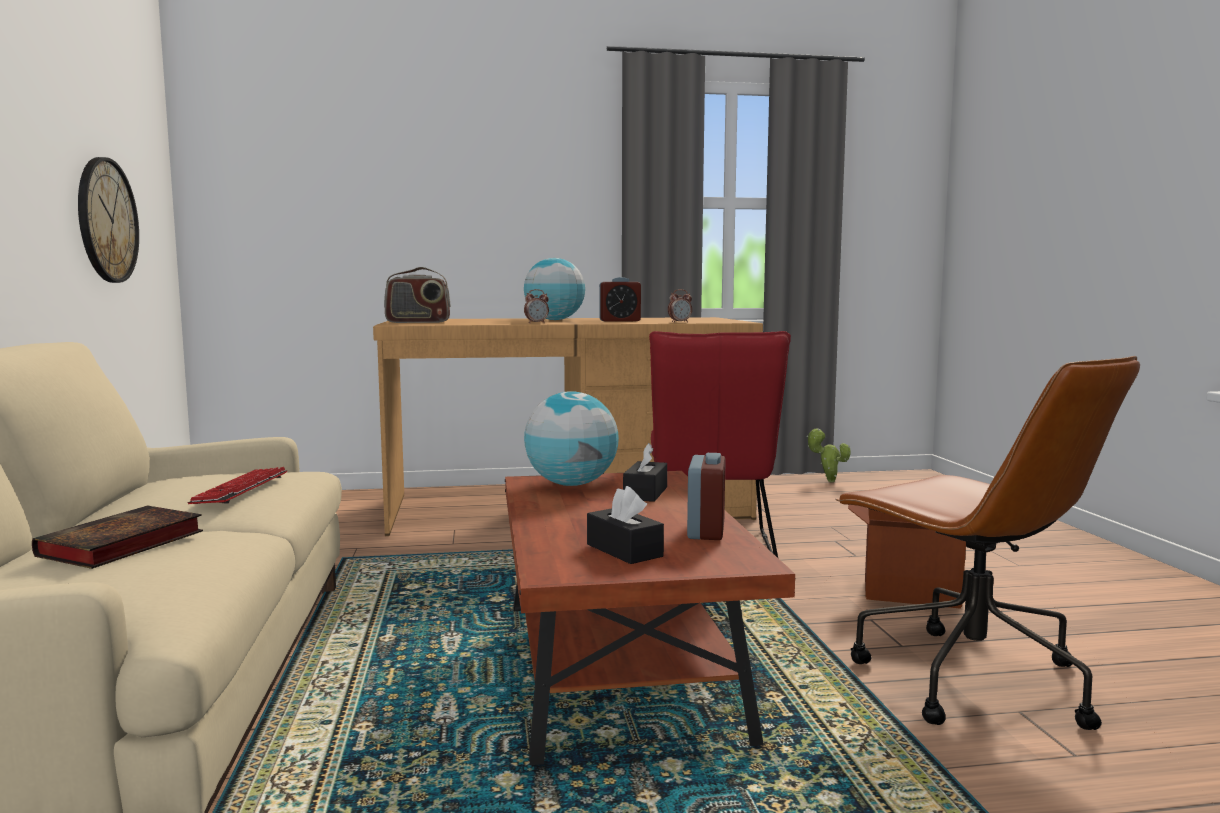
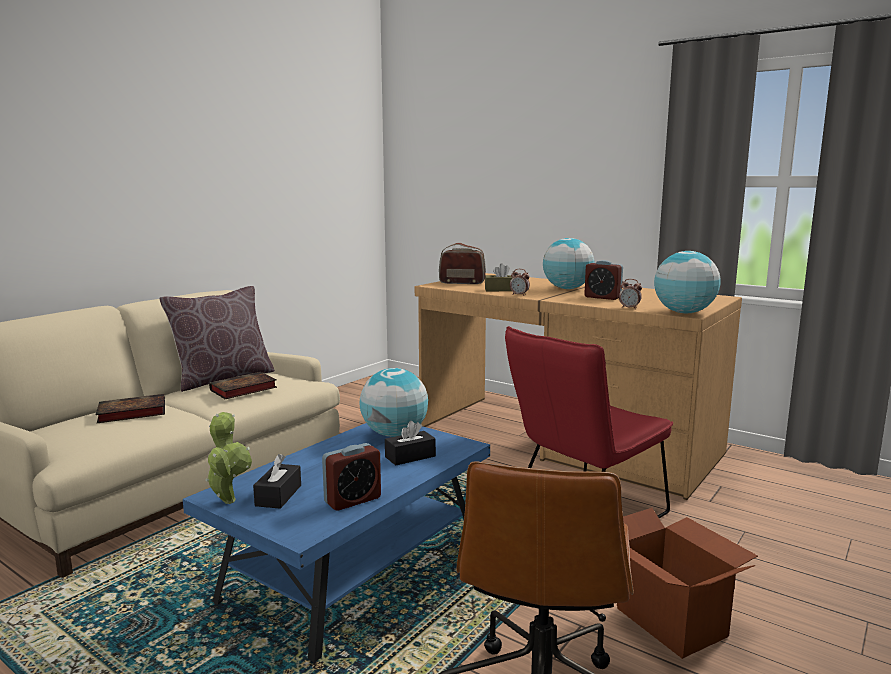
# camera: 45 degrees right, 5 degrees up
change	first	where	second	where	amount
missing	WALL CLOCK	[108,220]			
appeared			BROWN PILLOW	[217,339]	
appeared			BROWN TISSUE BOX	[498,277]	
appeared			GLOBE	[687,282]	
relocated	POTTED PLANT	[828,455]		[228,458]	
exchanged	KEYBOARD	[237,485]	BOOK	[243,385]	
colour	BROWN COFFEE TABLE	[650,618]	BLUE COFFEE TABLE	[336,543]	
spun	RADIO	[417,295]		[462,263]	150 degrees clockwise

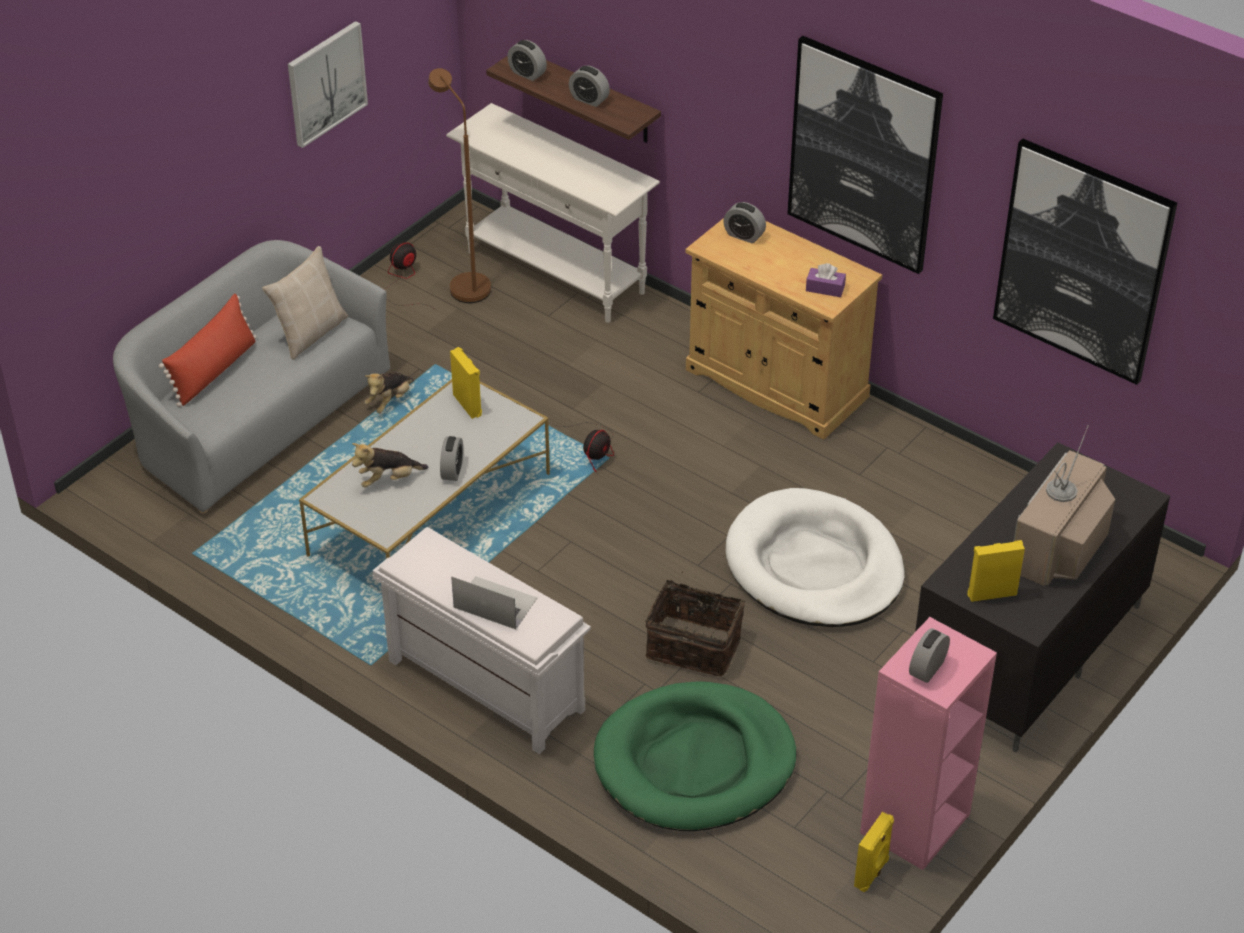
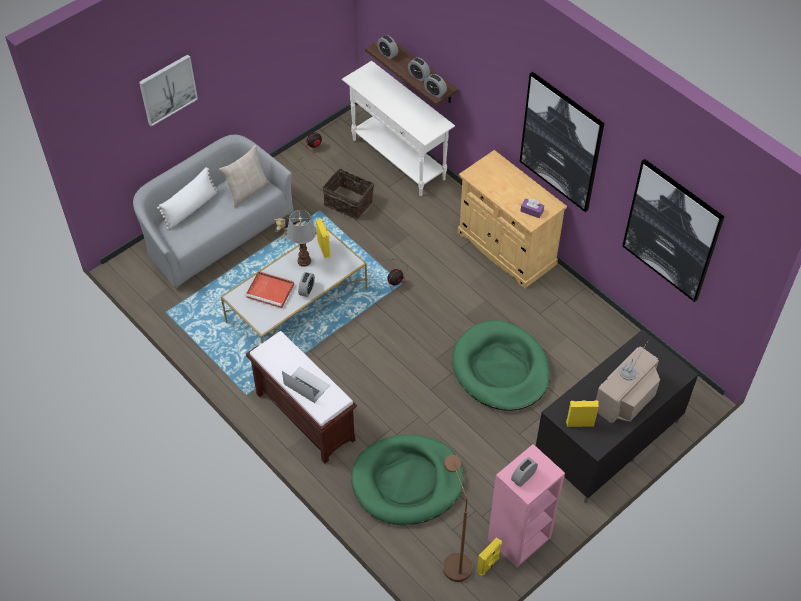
# camera: 10 degrees right, 10 degrees up
change	first	where	second	where	amount
appeared			TABLE LAMP	[301,238]	
relocated	PICTURE	[328,84]		[168,91]	
relocated	BROWN FLOOR LAMP	[459,185]		[457,518]	
relocated	BASKET	[695,623]		[348,192]	
relocated	ALARM CLOCK	[744,222]		[435,86]	
exchanged	PLUSH TOY	[390,465]	RED TRAY	[270,289]	
colour	RED PILLOW	[208,350]	WHITE PILLOW	[187,198]	
colour	WHITE BENCH	[482,640]	BROWN BENCH	[301,397]	
colour	WHITE DOG BED	[815,557]	GREEN DOG BED	[501,365]	

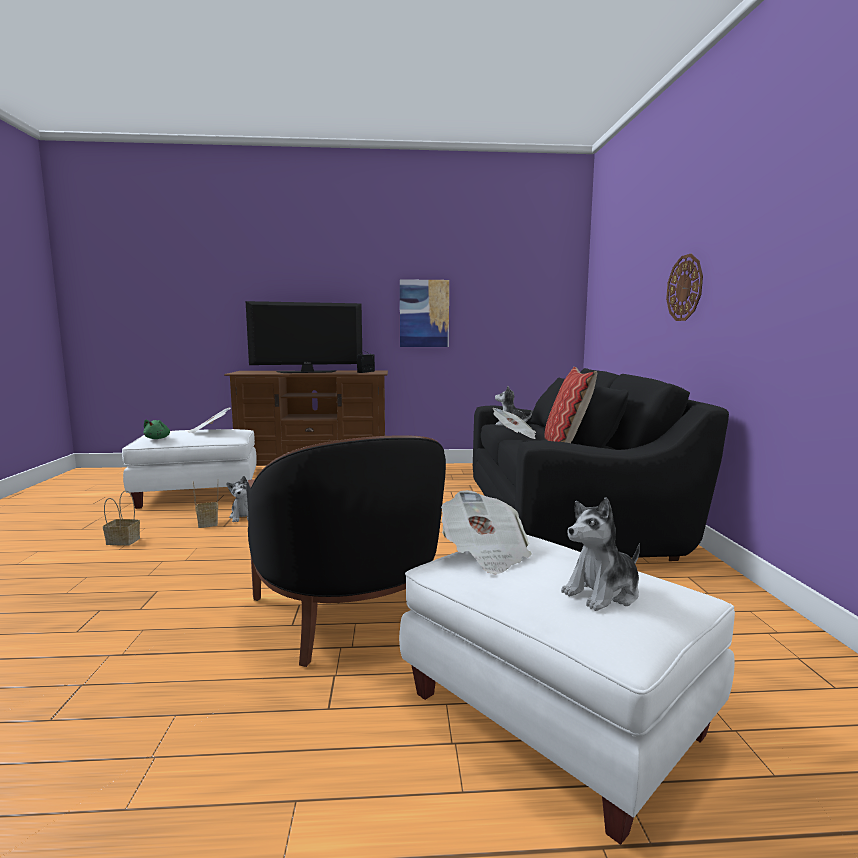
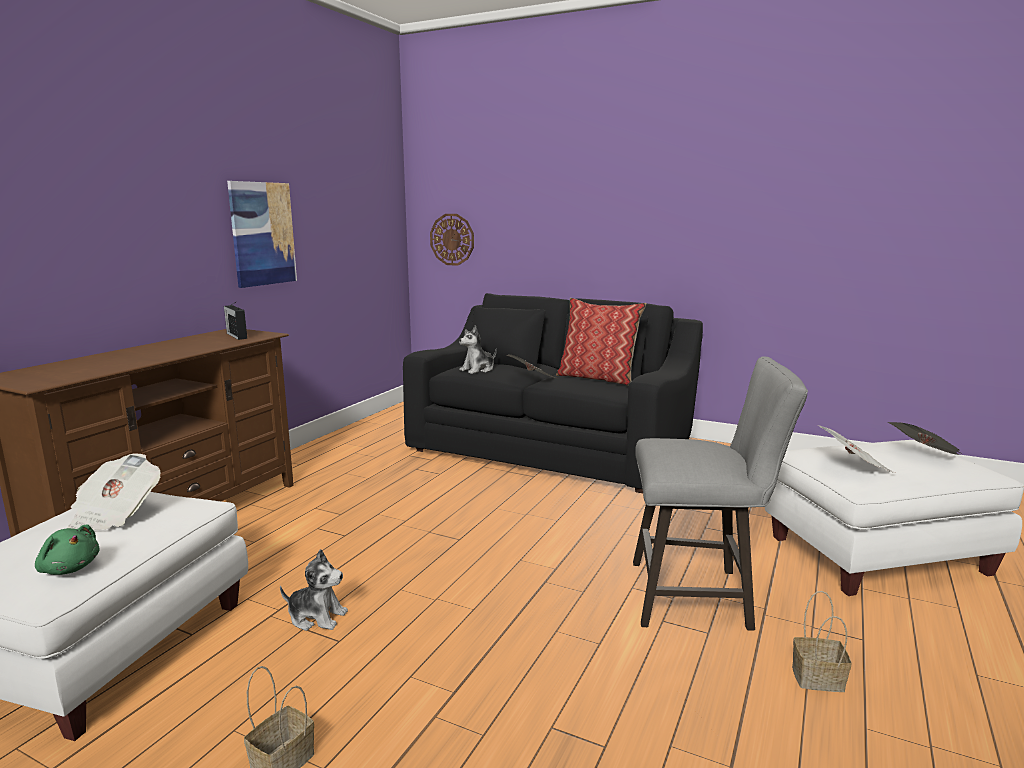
# camera: 60 degrees left, 5 degrees up
change	first	where	second	where	amount
missing	TELEVISION	[304,337]			
relocated	BASKET	[205,504]		[822,641]	
relocated	WALL CLOCK	[684,287]		[452,240]	
exchanged	BLACK ARMCHAIR	[346,551]	GREY STOOL	[720,494]	
exchanged	PLUSH TOY	[600,554]	NEWSPAPER	[924,438]	

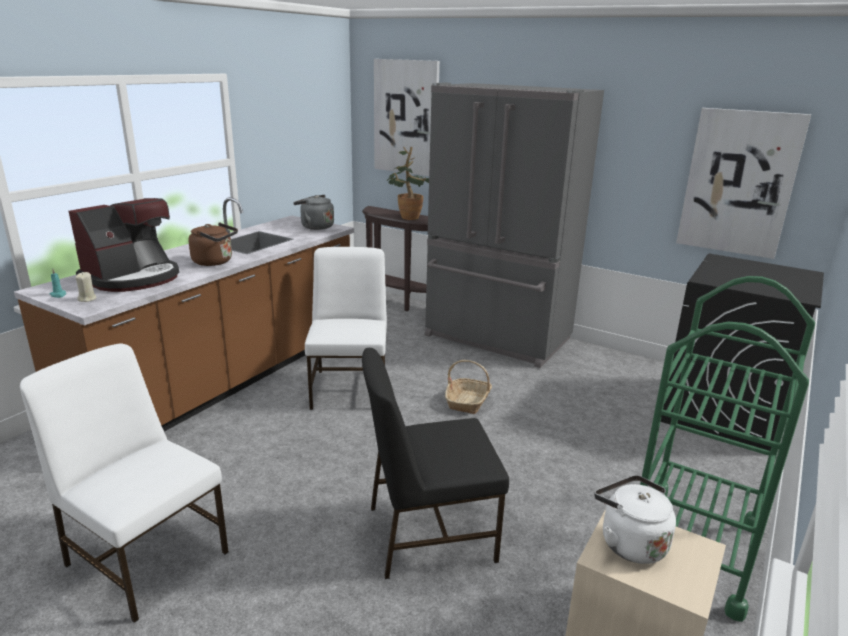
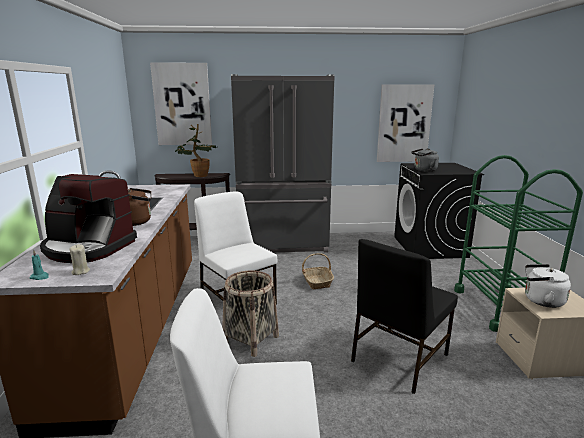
# camera: 35 degrees left, 5 degrees down
change	first	where	second	where	amount
appeared			BASKET	[250,313]	
relocated	GREY KETTLE	[313,212]		[425,160]	
spun	COFFEE MACHINE	[123,245]		[88,218]	105 degrees clockwise

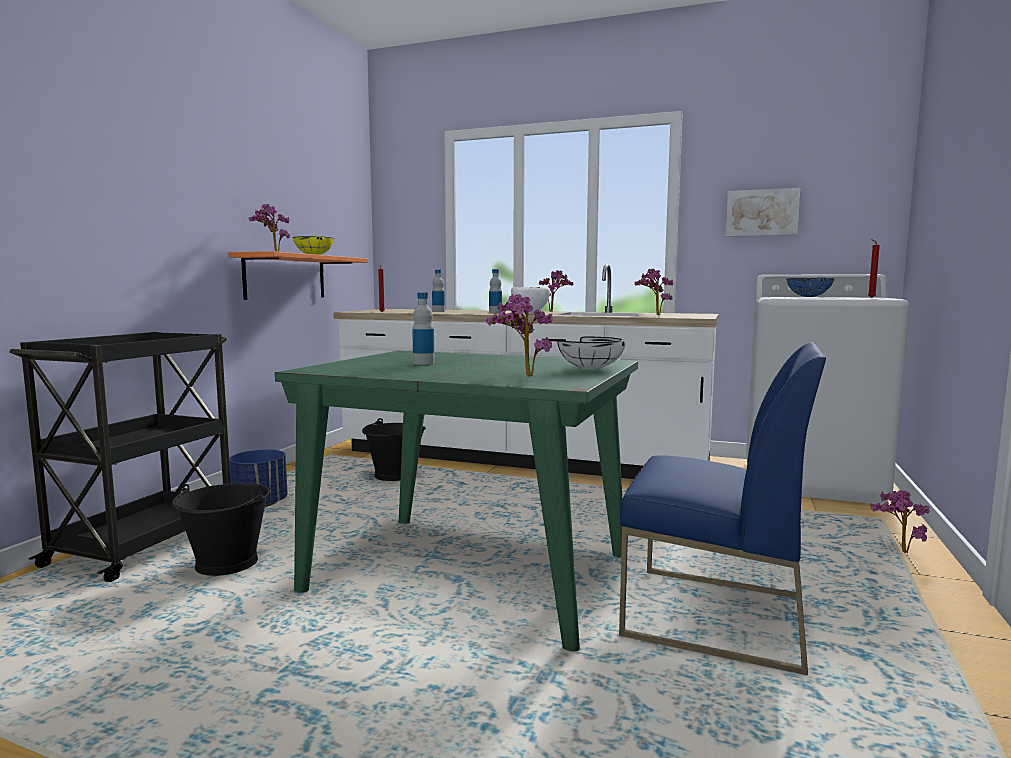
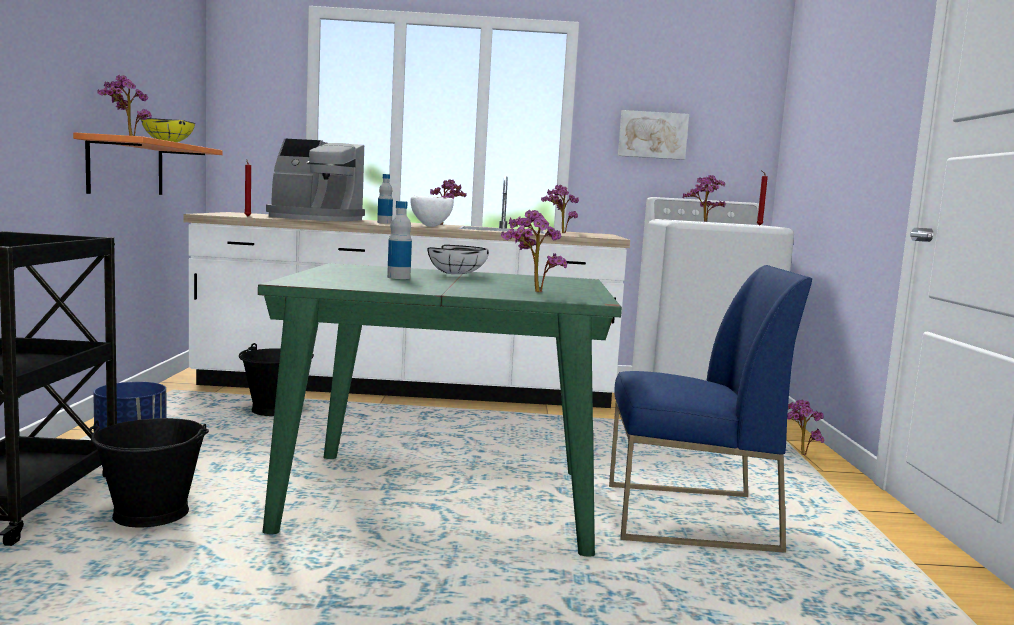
# camera: 20 degrees left, 0 degrees up
change	first	where	second	where	amount
relocated	WHITE BOWL	[591,352]		[458,259]	
exchanged	BOTTLE	[438,291]	COFFEE MACHINE	[315,179]	
exchanged	BLUE BOWL	[810,287]	POTTED PLANT	[704,198]	

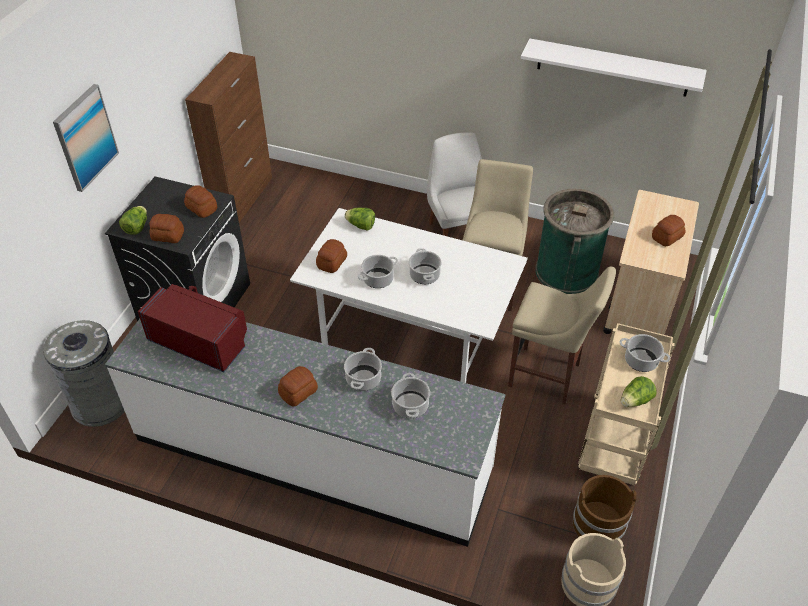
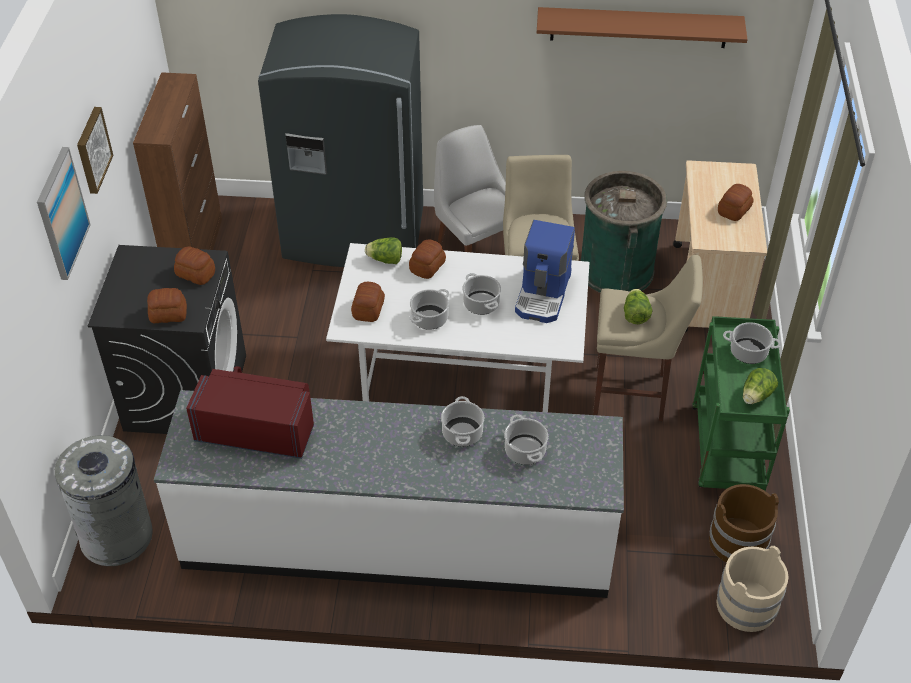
# camera: 15 degrees left, 0 degrees up
change	first	where	second	where	amount
appeared			PICTURE	[95,150]	
appeared			GREY FRIDGE	[340,140]	
appeared			COFFEE MACHINE	[545,271]	
relocated	LETTUCE	[133,220]		[638,306]	
relocated	BREAD	[298,386]		[427,259]	
colour	WHITE SHELF	[614,67]	BROWN SHELF	[642,27]	
colour	BEIGE CART	[626,404]	GREEN CART	[741,403]	

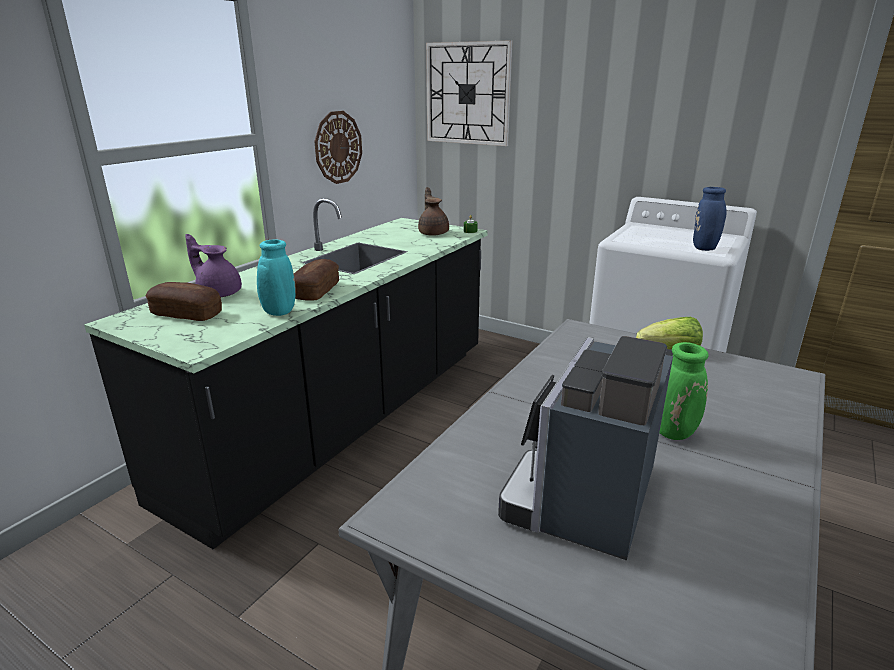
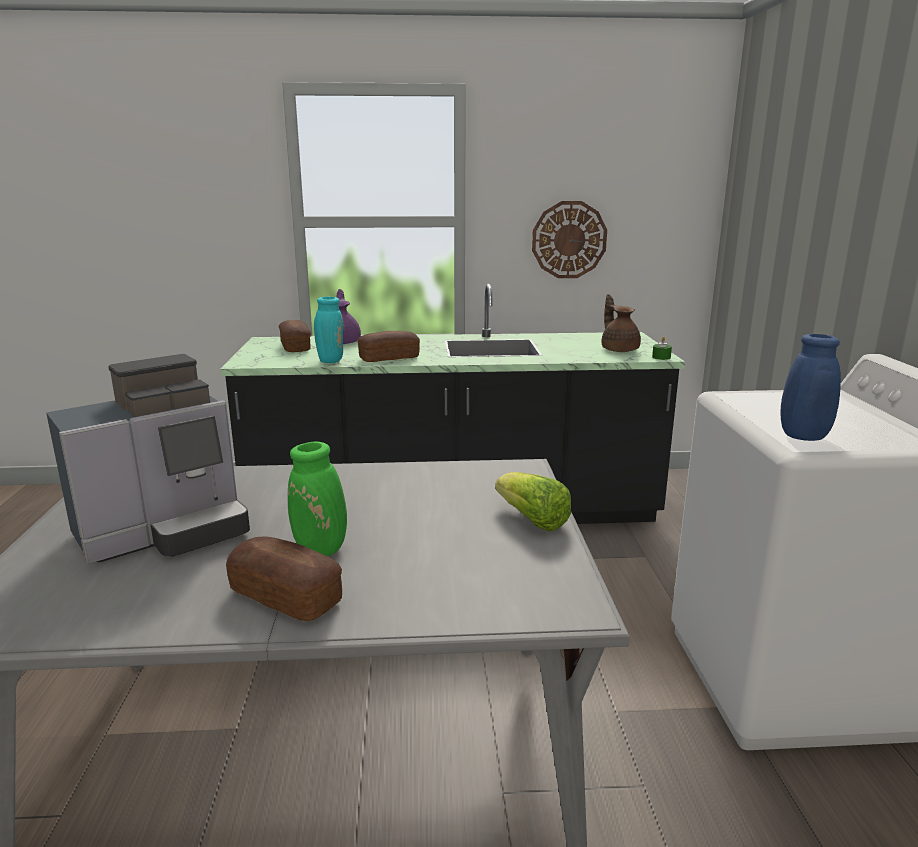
# camera: 55 degrees right, 5 degrees down
change	first	where	second	where	amount
missing	WALL CLOCK	[469,93]			
appeared			BREAD	[284,578]	
spun	BROWN TEAPOT	[433,211]		[621,323]	60 degrees counterclockwise
spun	COFFEE MACHINE	[585,448]		[148,459]	150 degrees clockwise

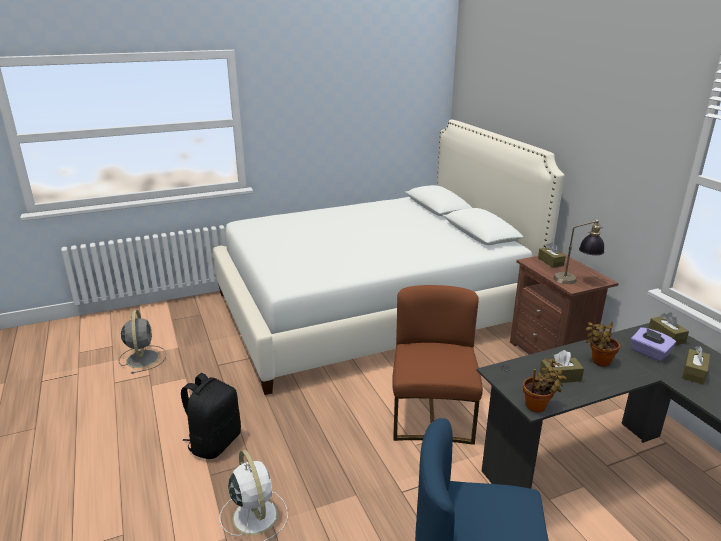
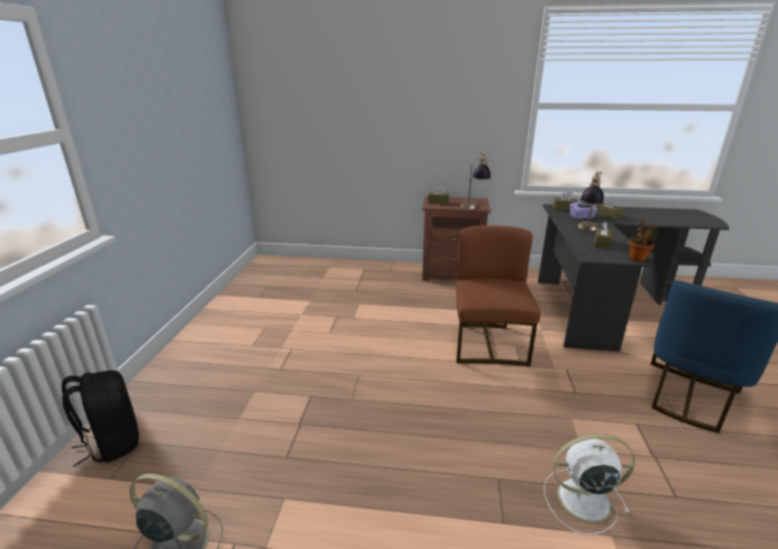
# camera: 60 degrees left, 0 degrees up
change	first	where	second	where	amount
missing	WHITE BED	[388,257]			
relocated	BLACK BACKPACK	[211,416]		[100,418]	
exchanged	POTTED PLANT	[603,344]	TABLE LAMP	[590,200]	
spun	BROWN CHAIR	[437,365]		[498,295]	60 degrees clockwise

